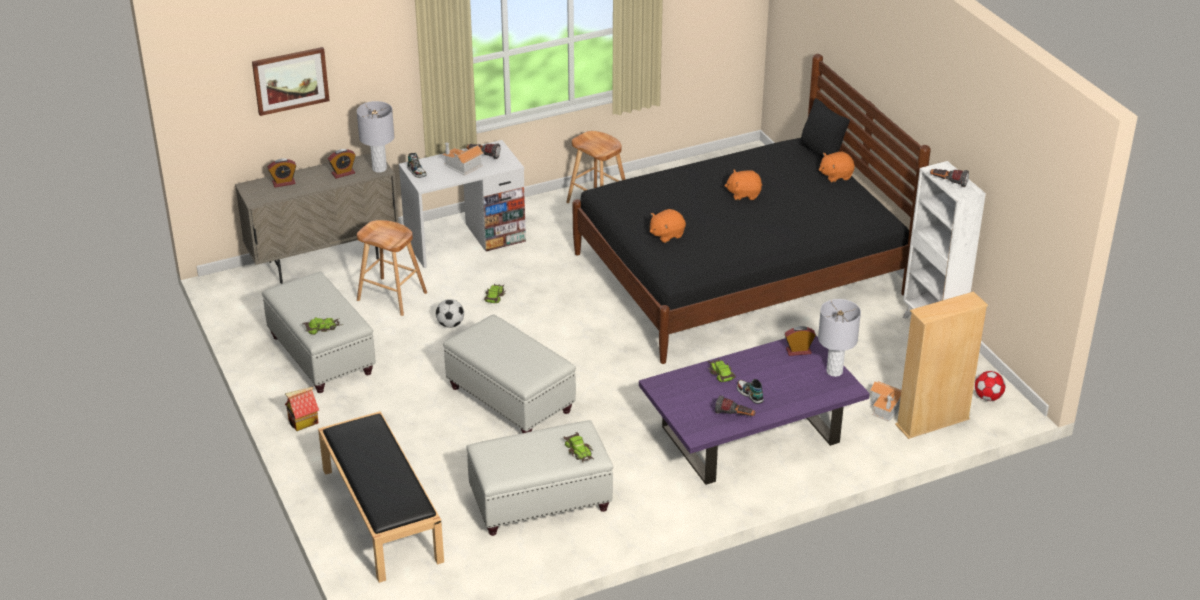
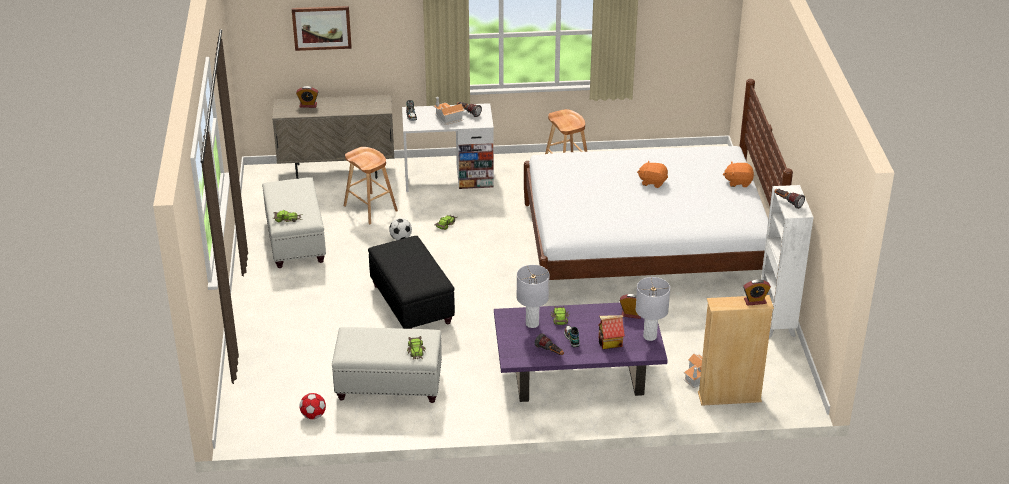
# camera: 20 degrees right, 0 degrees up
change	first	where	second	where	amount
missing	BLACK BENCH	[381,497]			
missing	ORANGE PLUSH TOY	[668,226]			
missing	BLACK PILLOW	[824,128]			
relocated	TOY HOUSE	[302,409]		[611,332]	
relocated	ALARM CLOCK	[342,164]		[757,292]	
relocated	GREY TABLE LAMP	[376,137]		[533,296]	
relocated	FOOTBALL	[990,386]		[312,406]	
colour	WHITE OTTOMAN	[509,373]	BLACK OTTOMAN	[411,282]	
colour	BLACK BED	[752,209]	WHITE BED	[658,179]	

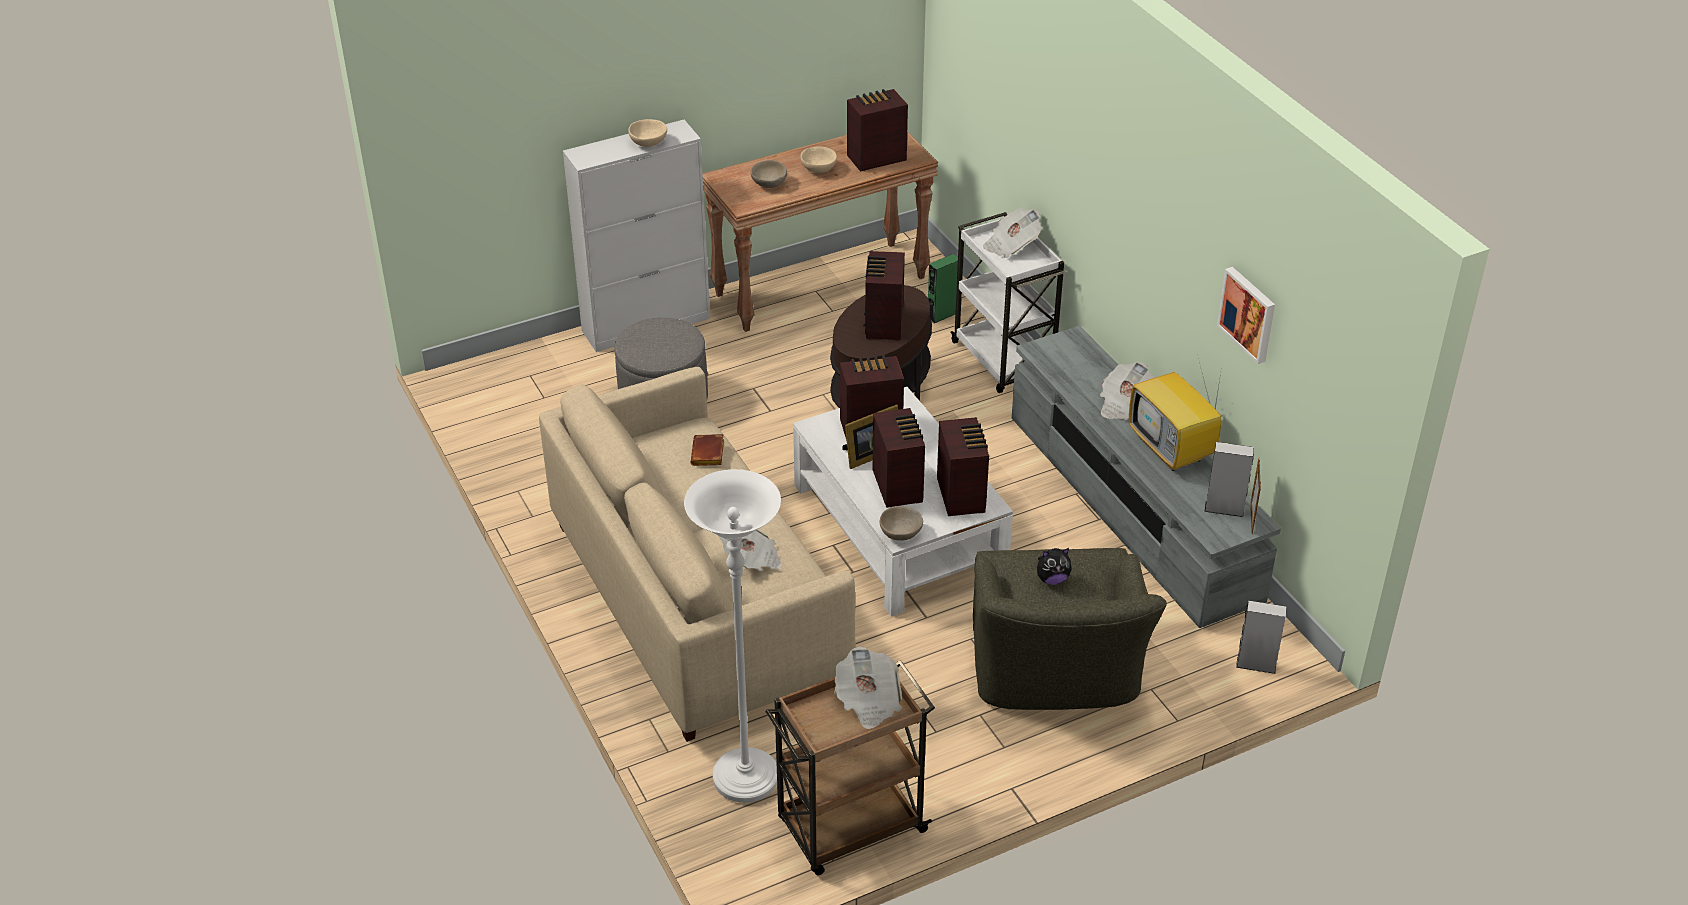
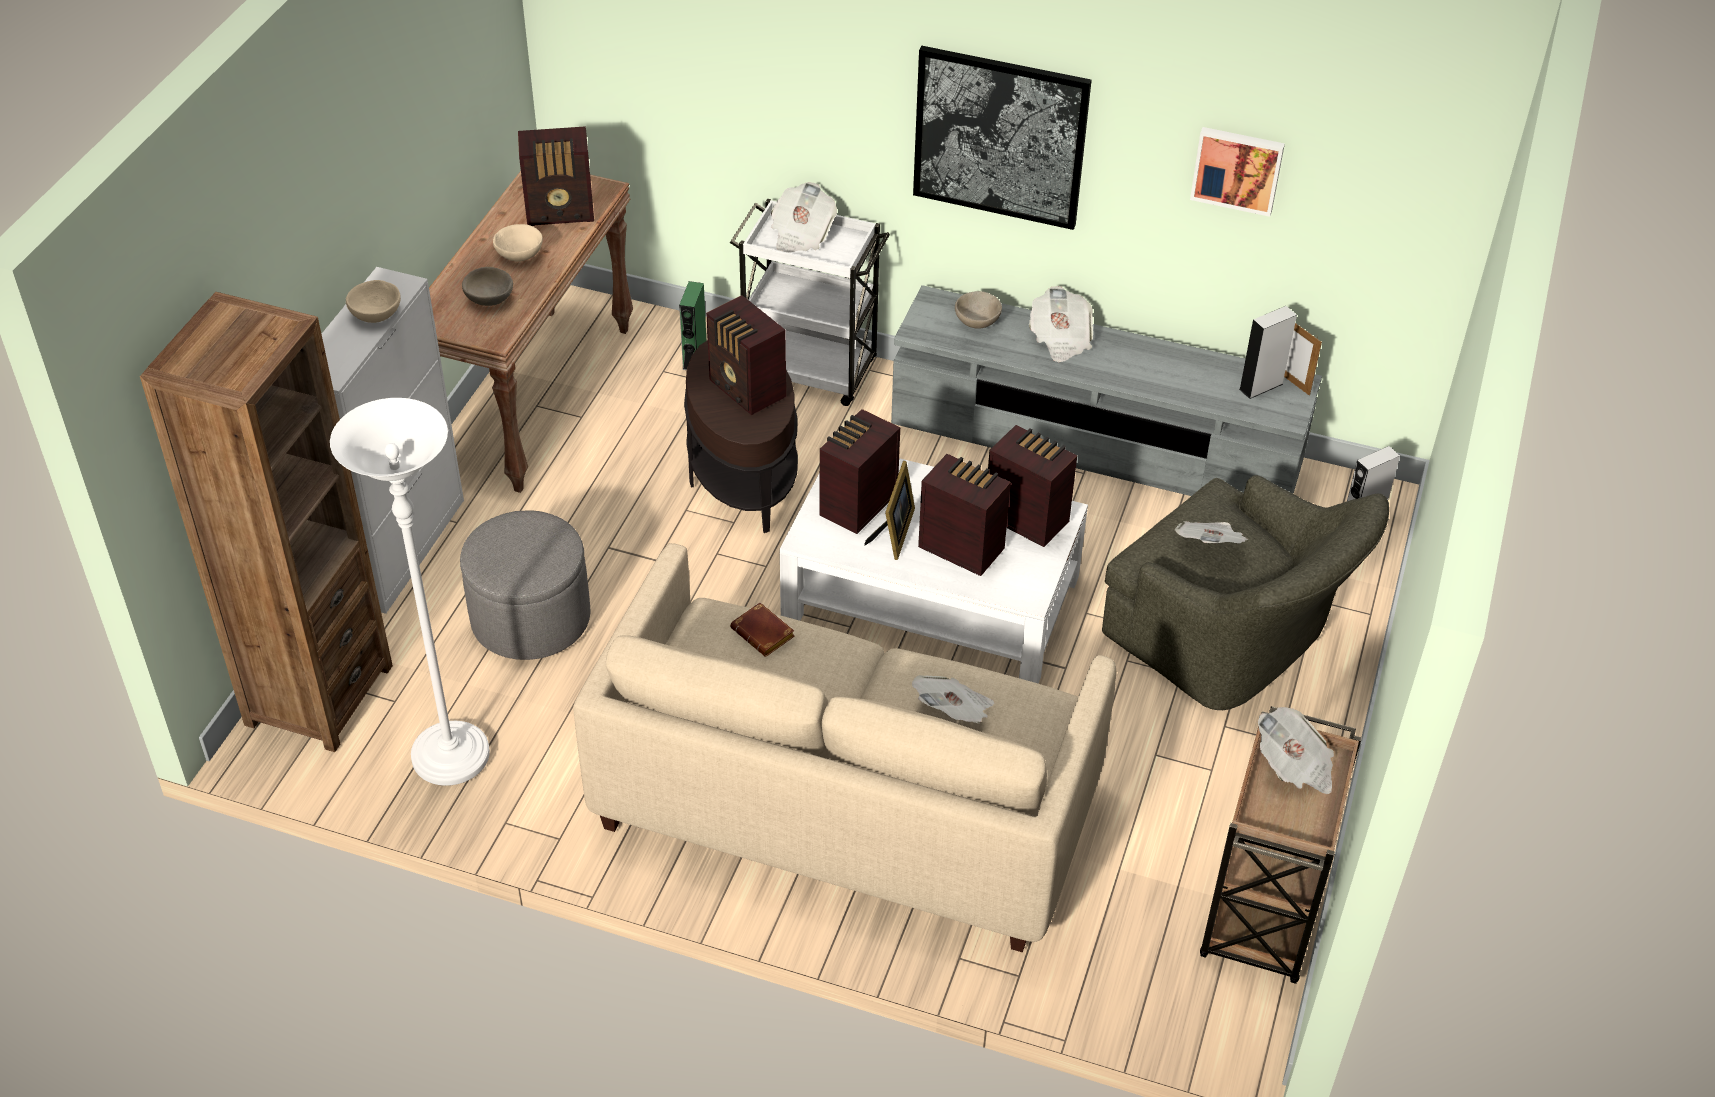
# camera: 45 degrees left, 5 degrees up
change	first	where	second	where	amount
missing	TELEVISION	[1175,412]			
appeared			BROWN BOOKCASE	[266,522]	
appeared			PICTURE	[1002,138]	
relocated	WHITE FLOOR LAMP	[732,636]		[410,592]	
relocated	BEIGE BOWL	[901,523]		[978,310]	
exchanged	PLUSH TOY	[1054,566]	NEWSPAPER	[1211,532]	
spun	RADIO	[877,130]		[556,176]	120 degrees counterclockwise

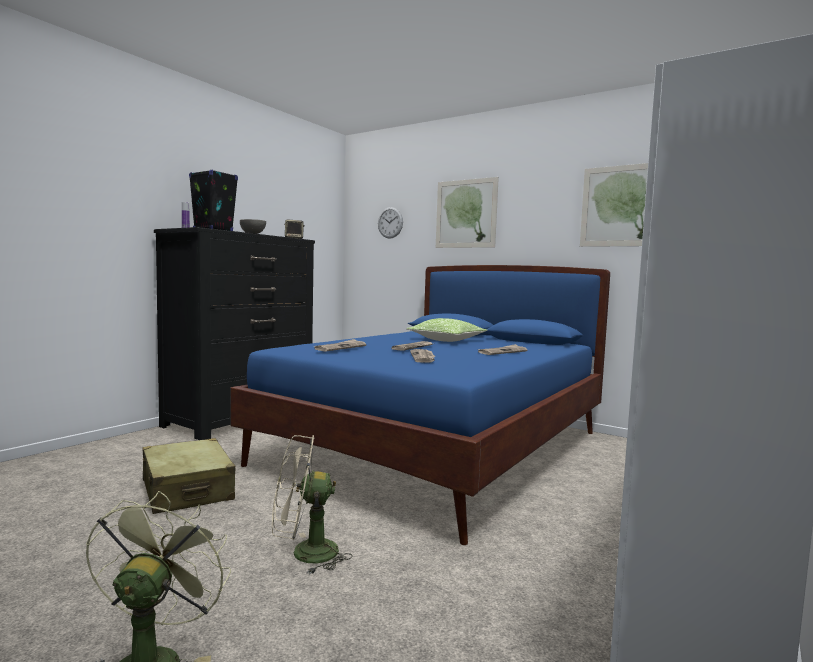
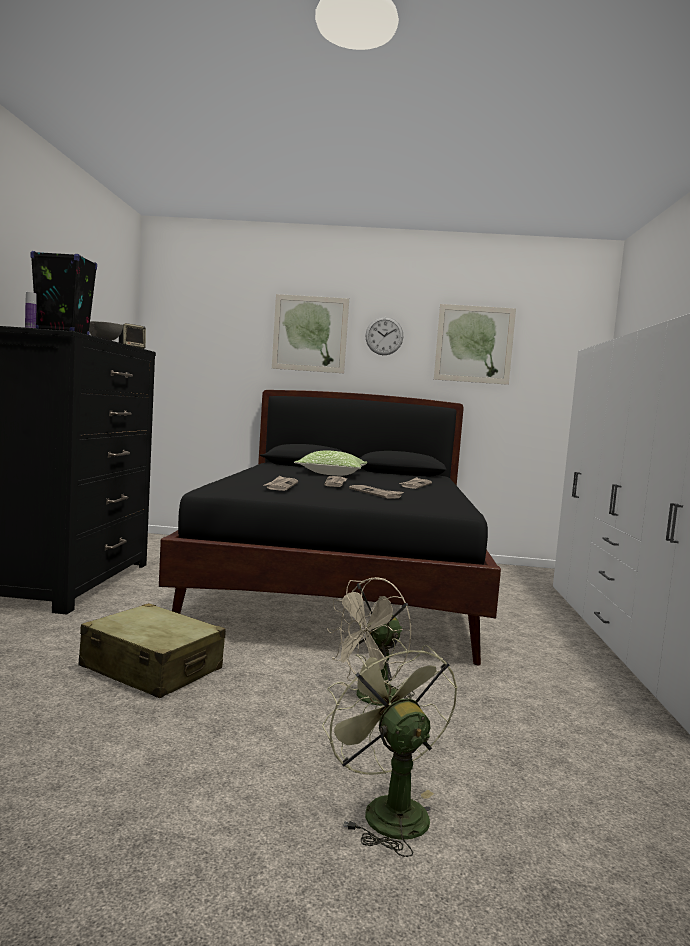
# camera: 30 degrees left, 0 degrees up
change	first	where	second	where	amount
relocated	WALL CLOCK	[390,223]		[384,336]	
colour	BLUE BED	[420,405]	BLACK BED	[330,528]	

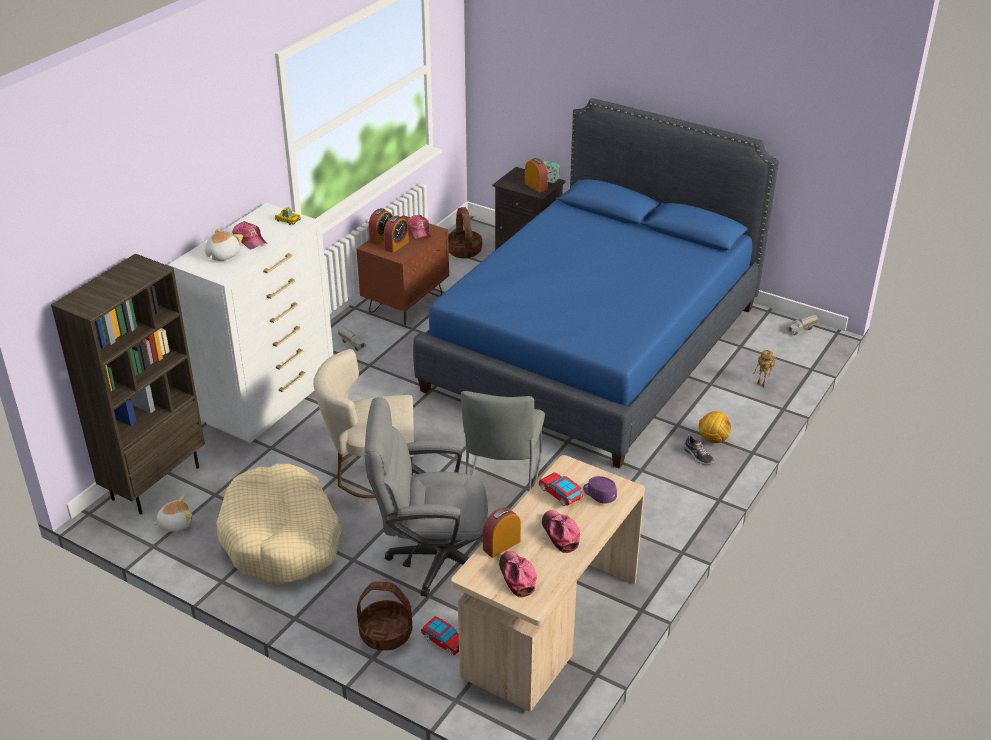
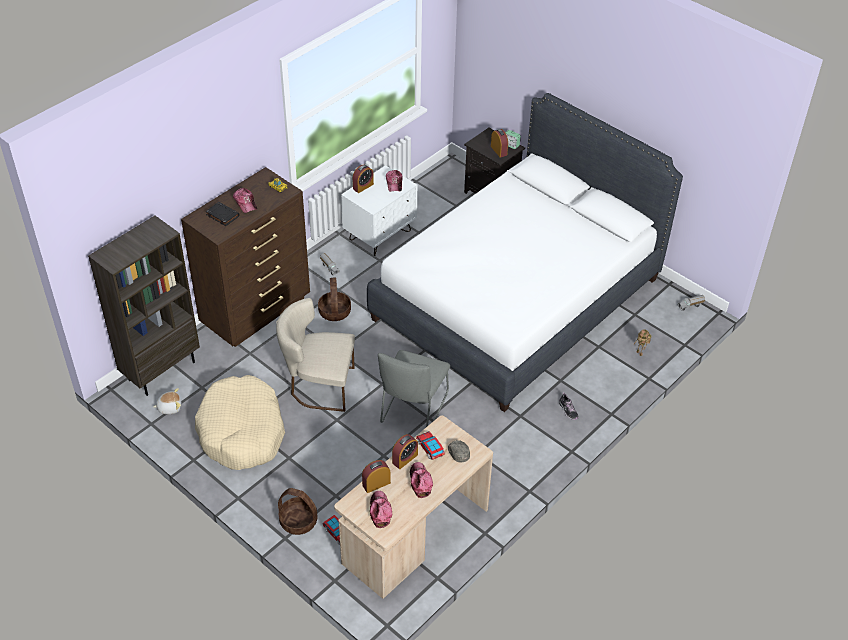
# camera: 10 degrees right, 10 degrees up
change	first	where	second	where	amount
missing	GREY OFFICE CHAIR	[426,497]			
missing	FOOTBALL	[715,427]			
relocated	ALARM CLOCK	[396,234]		[405,451]	
relocated	BASKET	[465,233]		[334,299]	
exchanged	PLUSH TOY	[224,244]	BLACK BOOK	[223,214]	
colour	WHITE DRESSER	[250,323]	BROWN DRESSER	[245,257]	
colour	BROWN NIGHTSTAND	[403,270]	WHITE NIGHTSTAND	[379,210]	
colour	BLUE BED	[596,283]	WHITE BED	[525,252]	
colour	PURPLE CAP	[600,490]	GREY CAP	[459,451]	

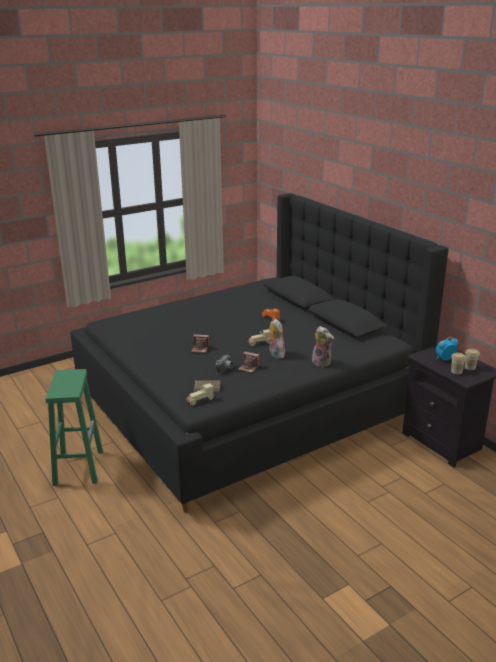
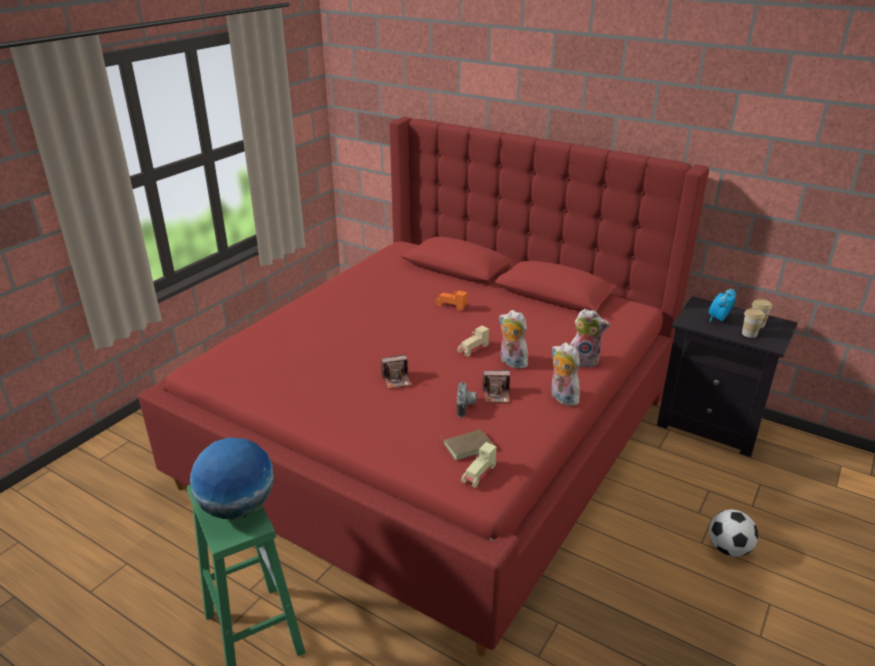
# camera: 25 degrees left, 5 degrees up
change	first	where	second	where	amount
appeared			GLOBE	[232,479]	
appeared			PLUSH TOY	[567,374]	
appeared			FOOTBALL	[733,533]	
colour	BLACK BED	[259,353]	RED BED	[423,386]	

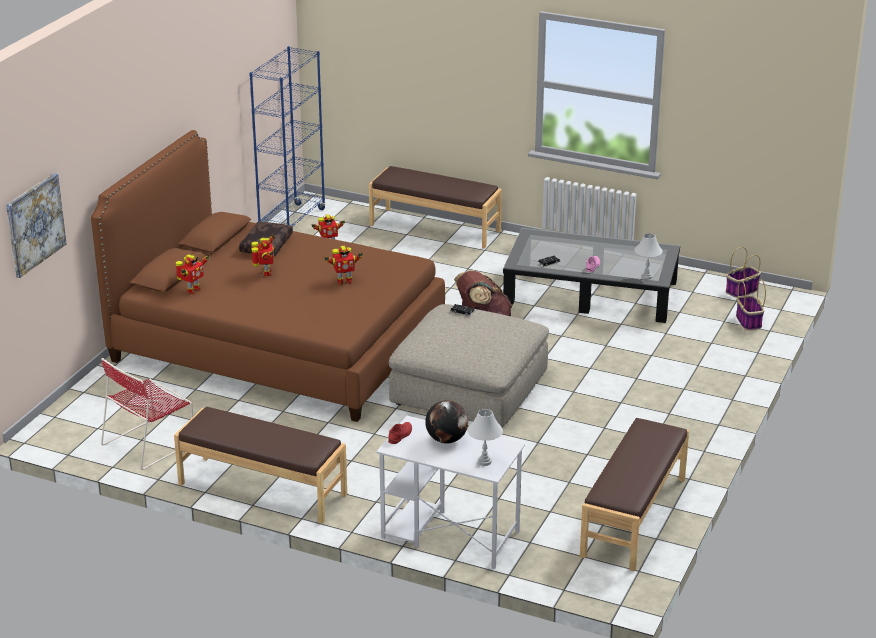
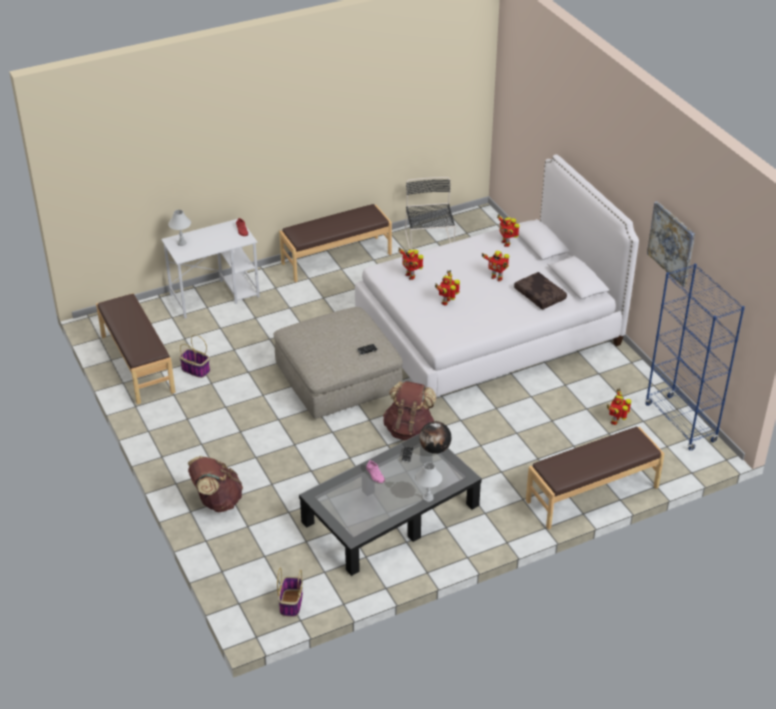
# camera: 130 degrees right, 10 degrees up
change	first	where	second	where	amount
appeared			BROWN BACKPACK	[215,484]	
appeared			TOY ROBOT	[410,263]	
relocated	PICTURE	[36,225]		[671,244]	
relocated	GLOBE	[446,422]		[435,437]	
relocated	WHITE TABLE LAMP	[649,256]		[428,482]	
relocated	BASKET	[751,304]		[194,356]	
colour	BROWN BED	[268,276]	WHITE BED	[497,281]	
colour	RED CHAIR	[147,414]	BLACK CHAIR	[430,213]	

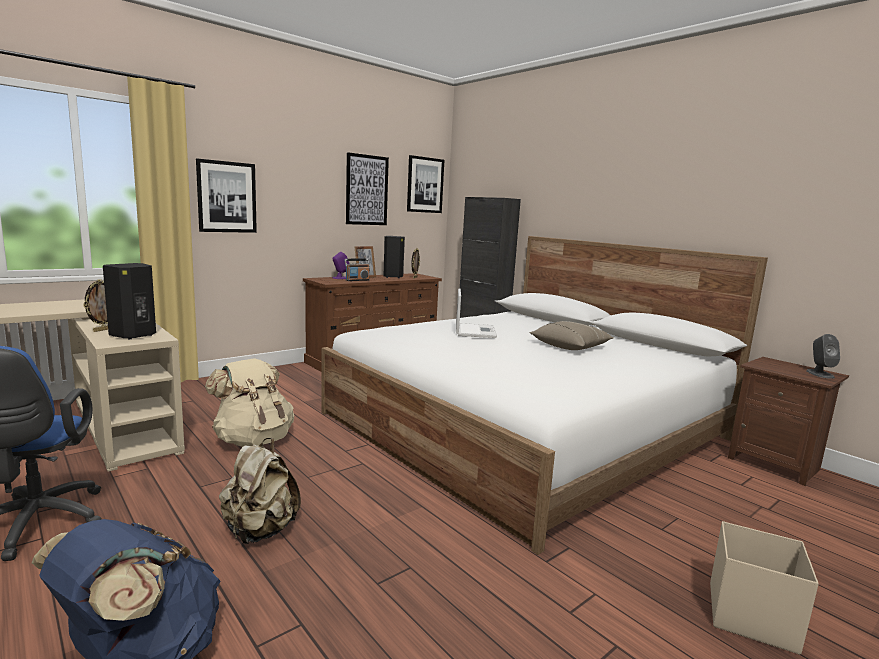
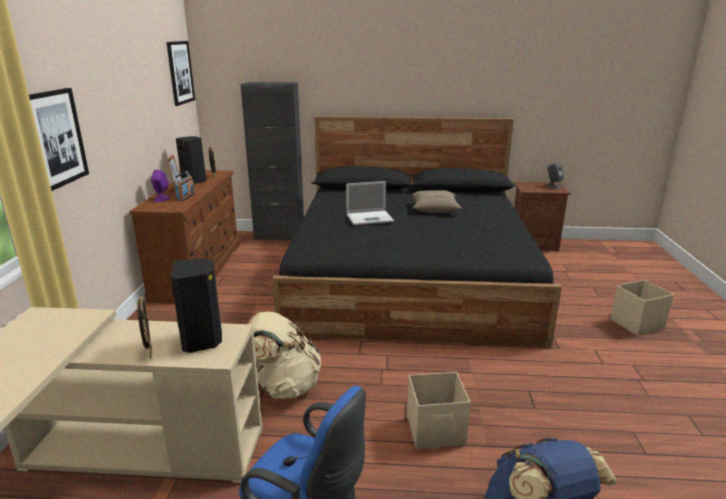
# camera: 45 degrees left, 10 degrees up
change	first	where	second	where	amount
missing	PICTURE	[367,188]			
exchanged	BEIGE BACKPACK	[260,491]	BEIGE STORAGE BOX	[439,410]	
colour	WHITE BED	[544,395]	BLACK BED	[417,232]	
spun	LAPTOP	[476,313]		[370,203]	120 degrees clockwise

